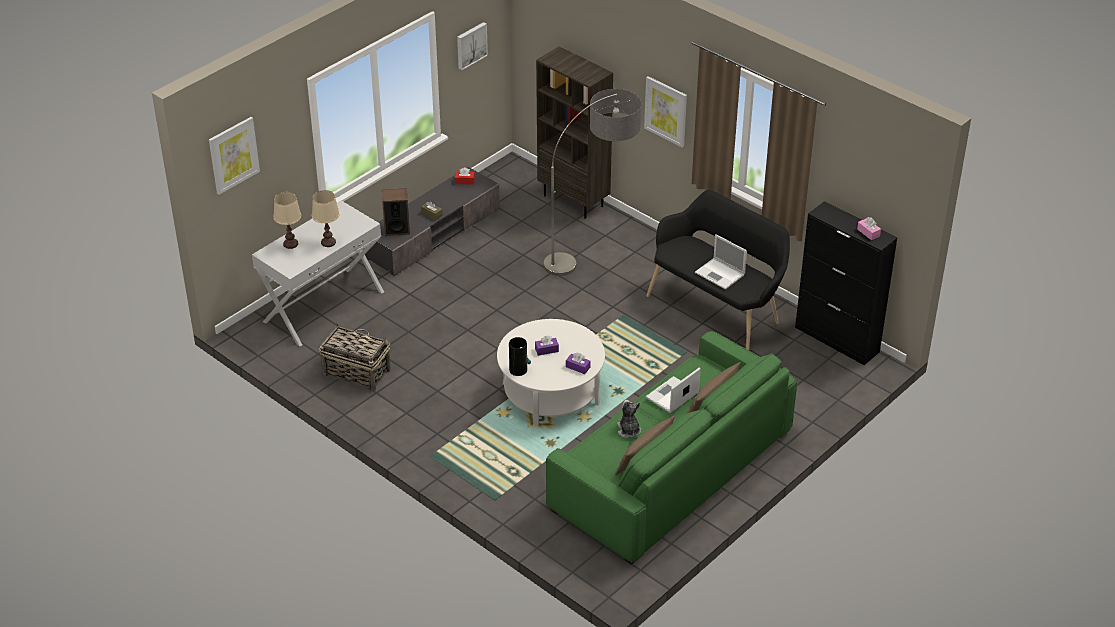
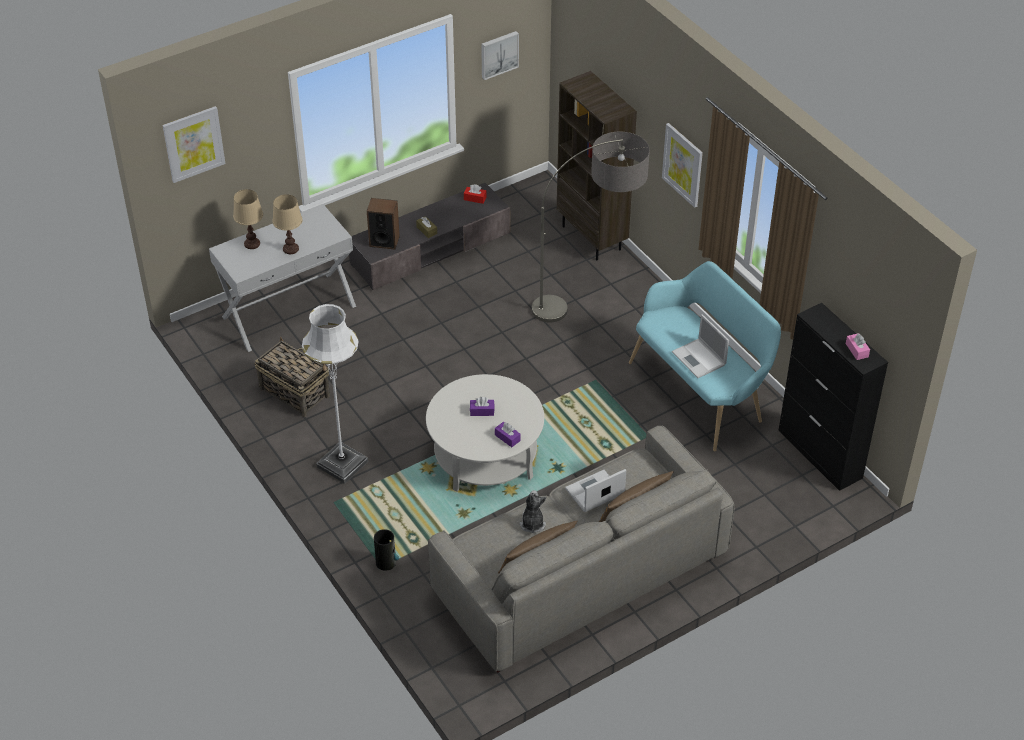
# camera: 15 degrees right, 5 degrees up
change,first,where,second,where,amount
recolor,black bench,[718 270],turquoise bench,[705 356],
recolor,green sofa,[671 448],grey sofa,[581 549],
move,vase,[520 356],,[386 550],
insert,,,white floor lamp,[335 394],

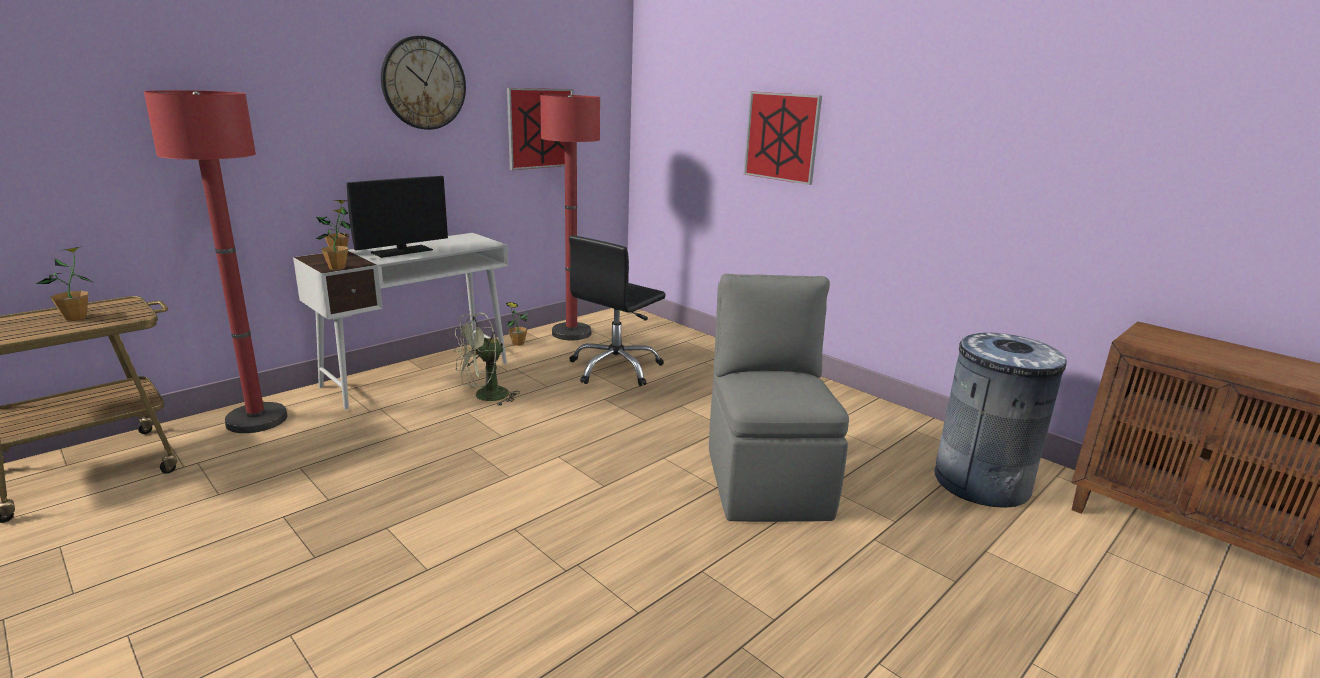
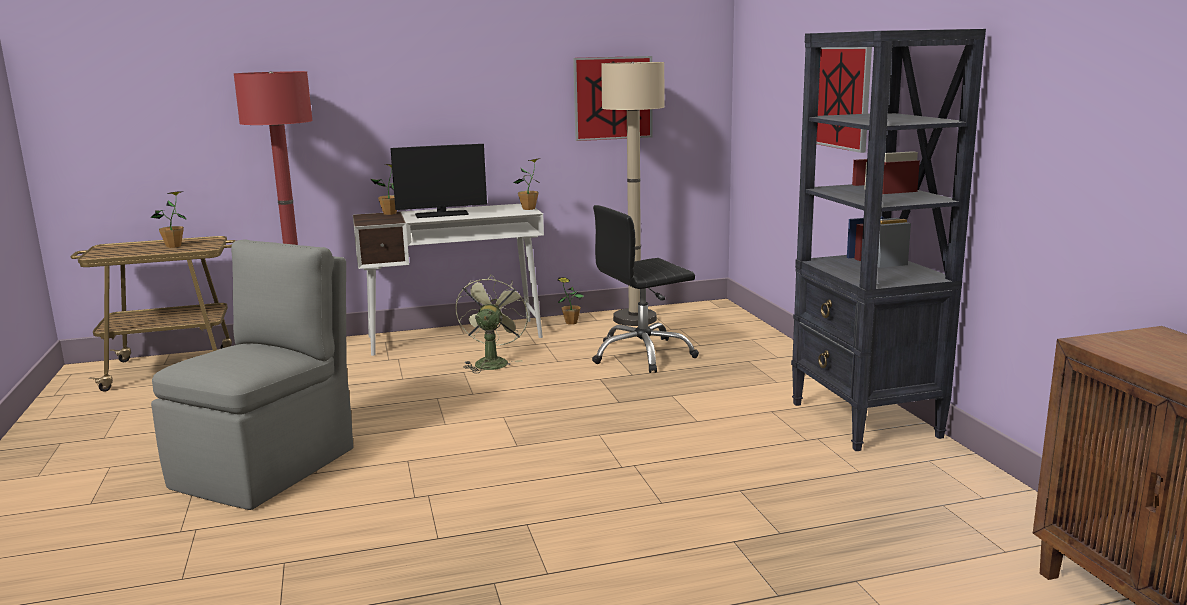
# camera: 30 degrees right, 5 degrees down
change,first,where,second,where,amount
delete,wall clock,[423 83],,,
recolor,red floor lamp,[570 217],beige floor lamp,[633 194],
move,potted plant,[333 239],,[527 184],
move,grey chair,[779 398],,[252 375],
rotate,green fan,[486 359],,[492 323],105 degrees clockwise
delete,grey trash can,[1000 420],,,
insert,,,black bookcase,[888 240],

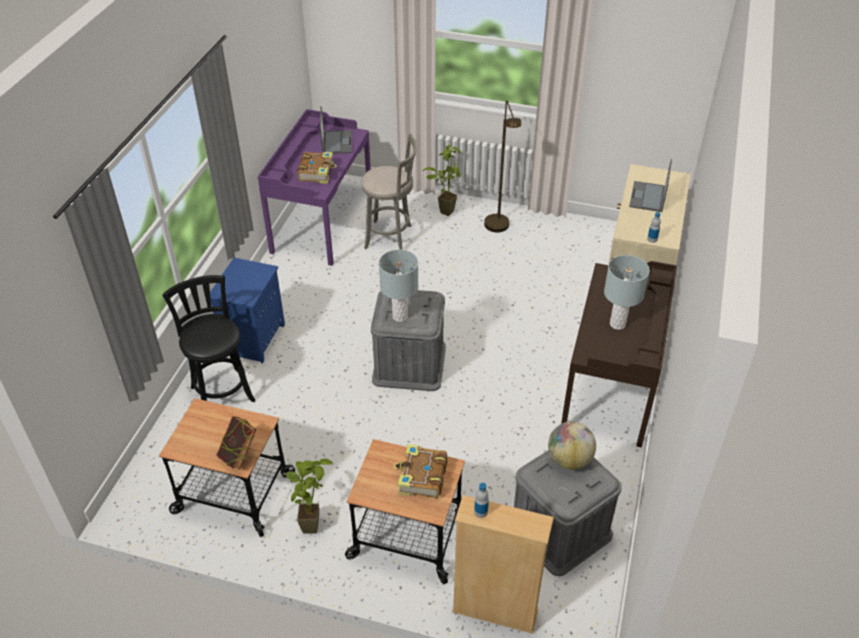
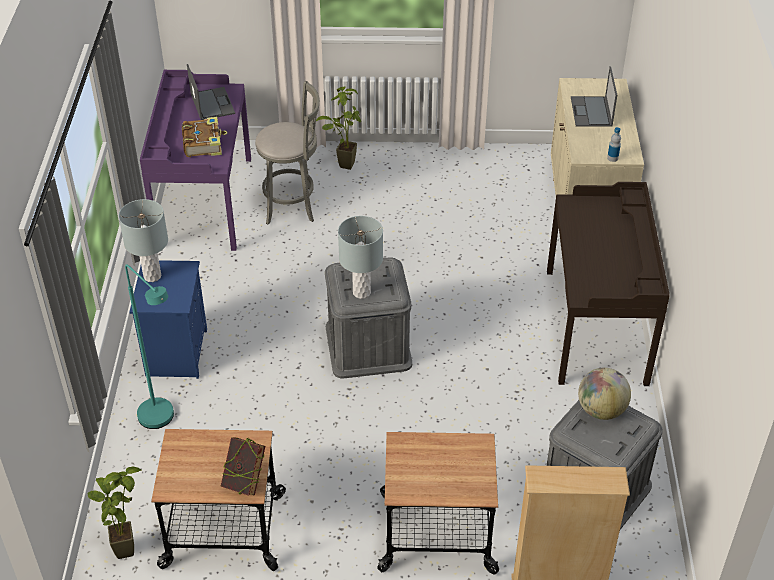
# camera: 15 degrees left, 0 degrees up
change,first,where,second,where,amount
delete,brown floor lamp,[502 166],,,
move,grey table lamp,[627 292],,[143 240],
replace,black stool,[209 338],turquoise floor lamp,[149 346],
delete,book,[421 471],,,
move,potted plant,[310 496],,[114 513],
delete,bottle,[481 500],,,

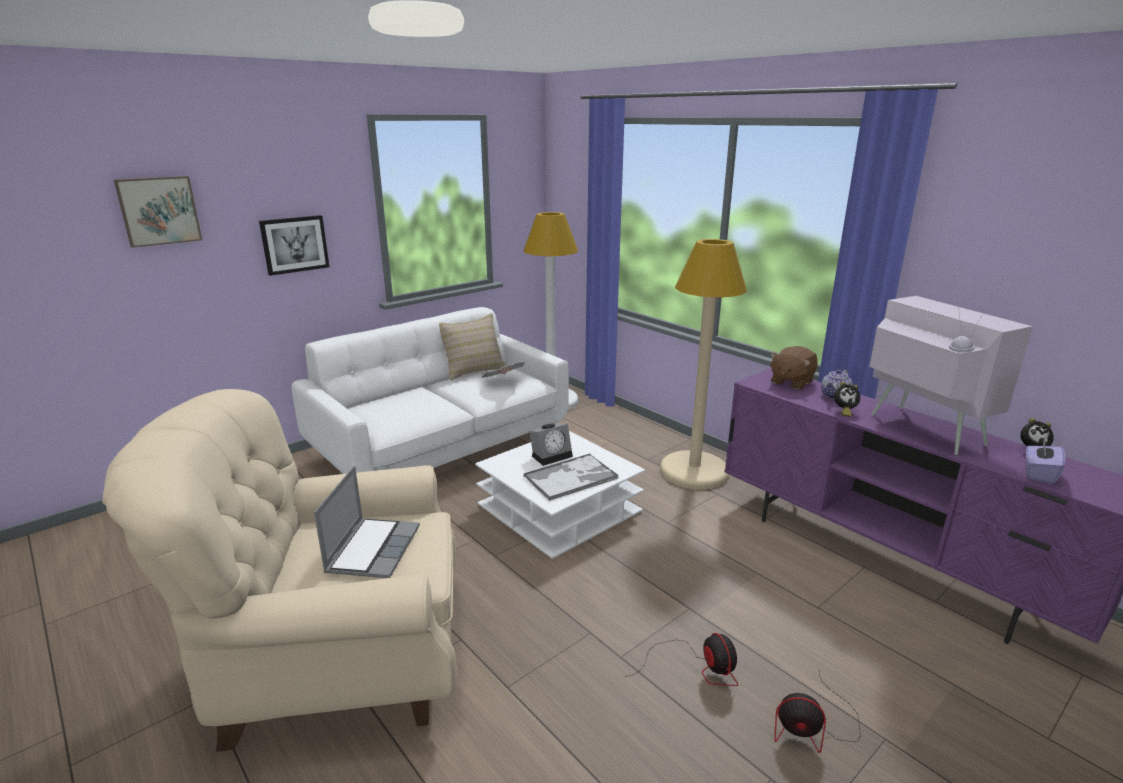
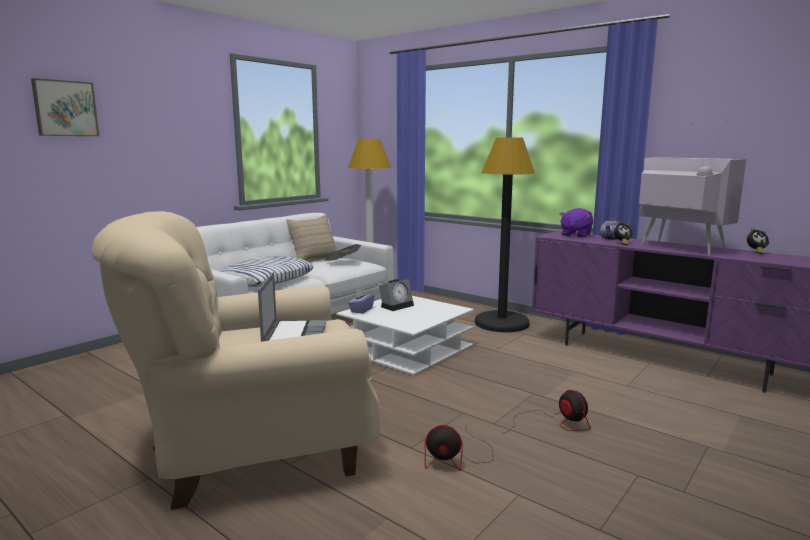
# camera: 10 degrees left, 10 degrees down
change,first,where,second,where,amount
delete,picture,[294 245],,,
recolor,beige floor lamp,[703 364],black floor lamp,[505 234],
recolor,brown plush toy,[794 368],purple plush toy,[576 223],
move,purple tissue box,[1045 461],,[361 301],
delete,tray,[571 477],,,
move,fan,[817 712],,[459 448],
insert,,,pillow,[267 271],

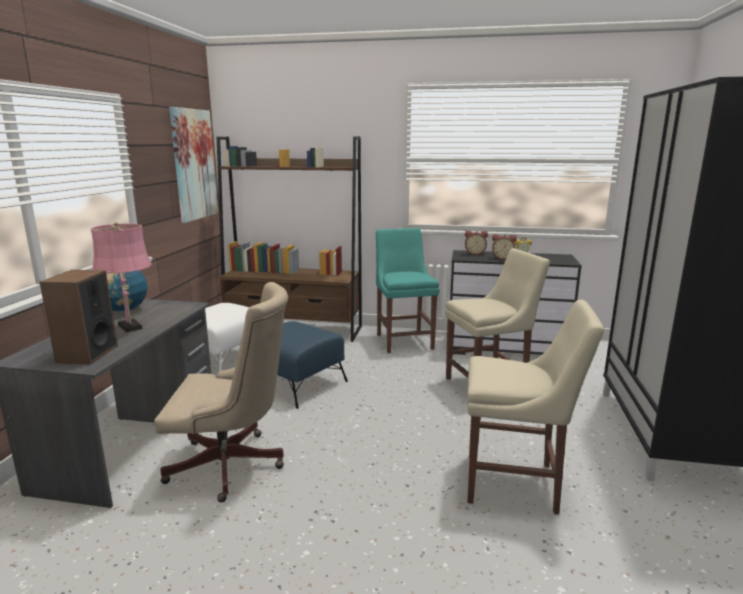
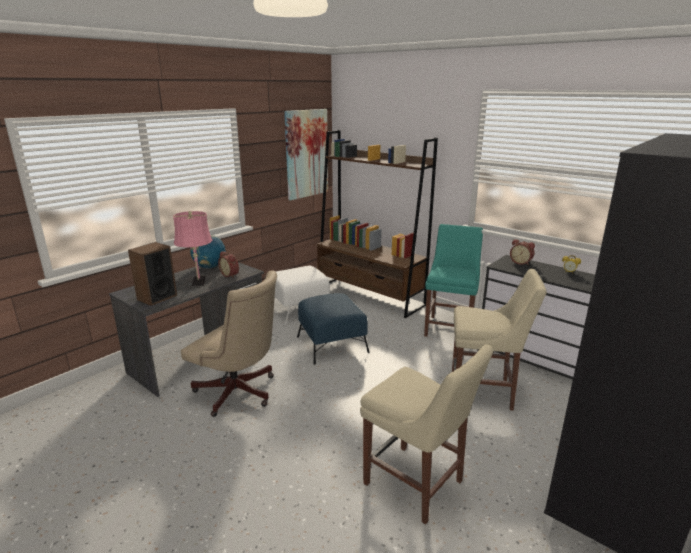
# camera: 30 degrees right, 5 degrees up
change,first,where,second,where,amount
move,alarm clock,[504 247],,[228 264],

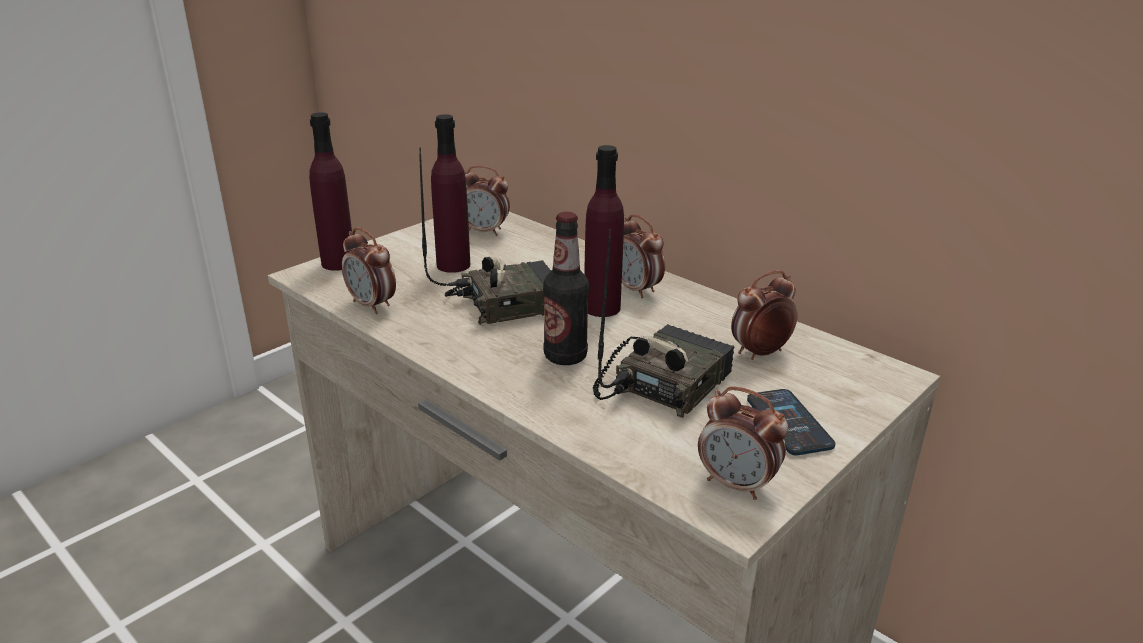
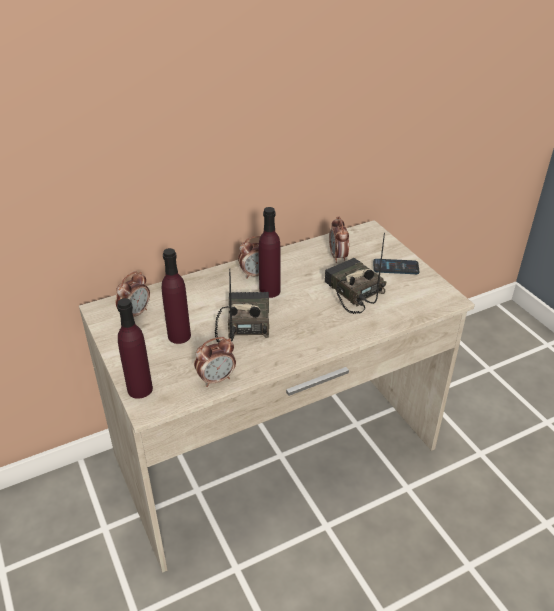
# camera: 70 degrees left, 10 degrees up
change,first,where,second,where,amount
delete,bottle,[566 288],,,
delete,alarm clock,[743 443],,,

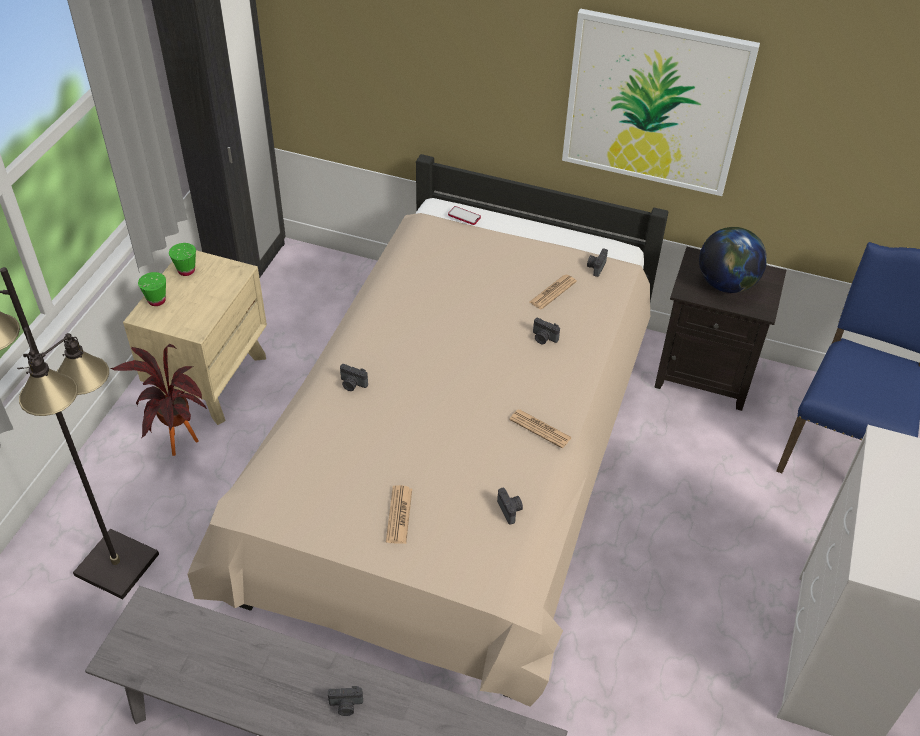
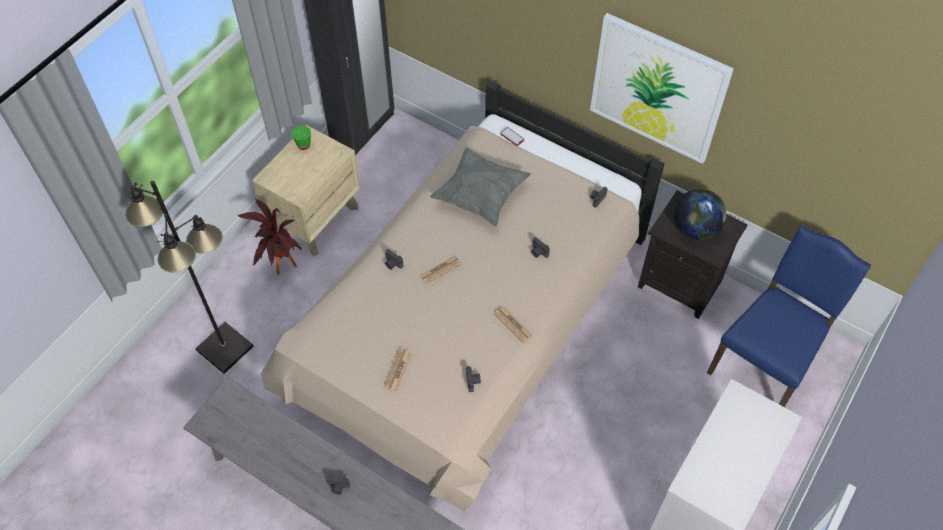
# camera: 15 degrees right, 10 degrees up
change,first,where,second,where,amount
delete,green cup,[152 289],,,
move,newspaper,[553 292],,[440 270],
insert,,,grey pillow,[480 186],

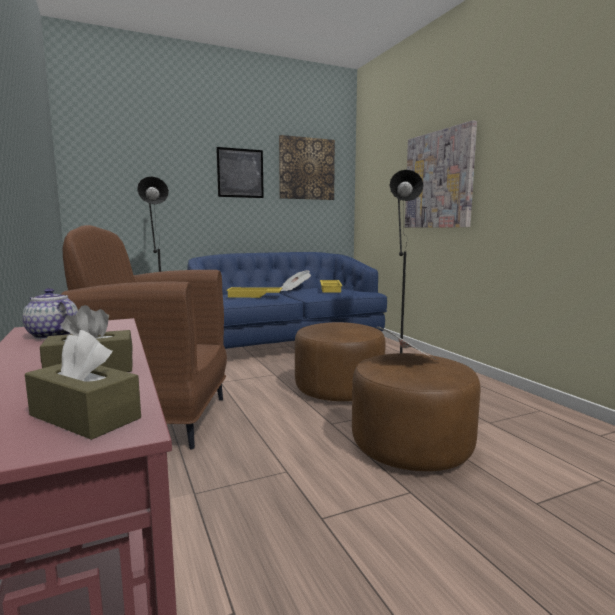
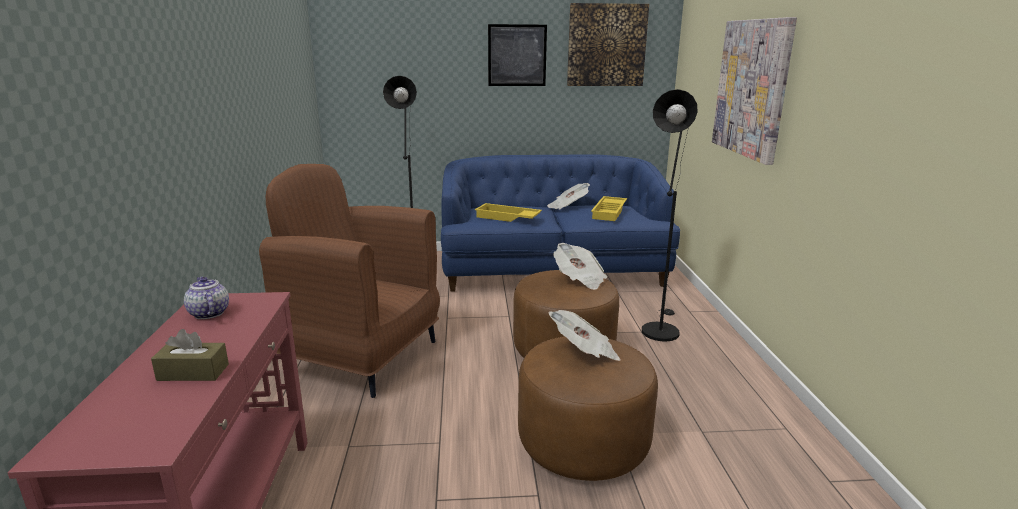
# camera: 20 degrees right, 10 degrees up
change,first,where,second,where,amount
delete,brown tissue box,[83 385],,,
insert,,,newspaper,[580 266],

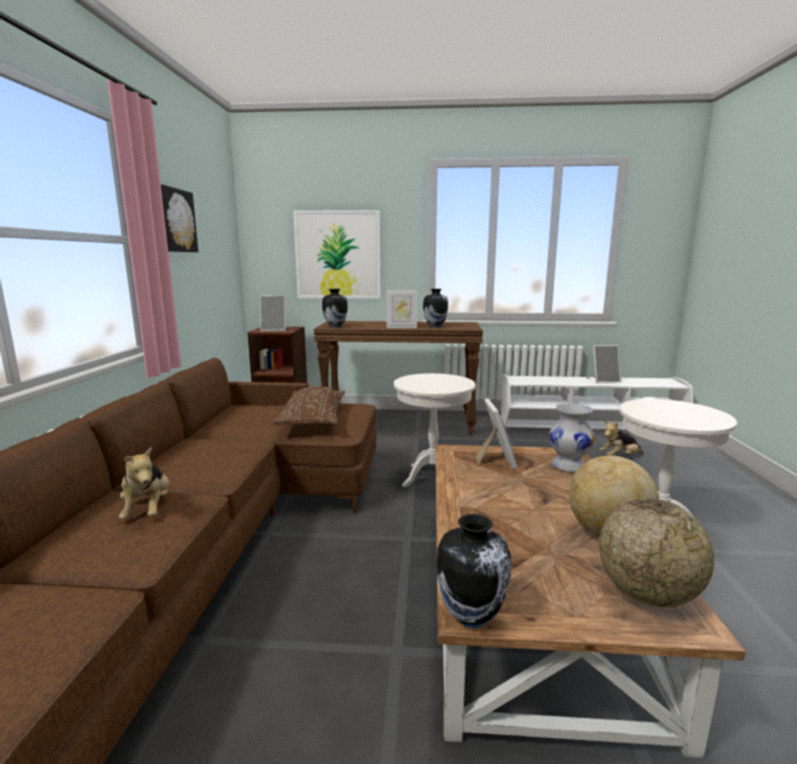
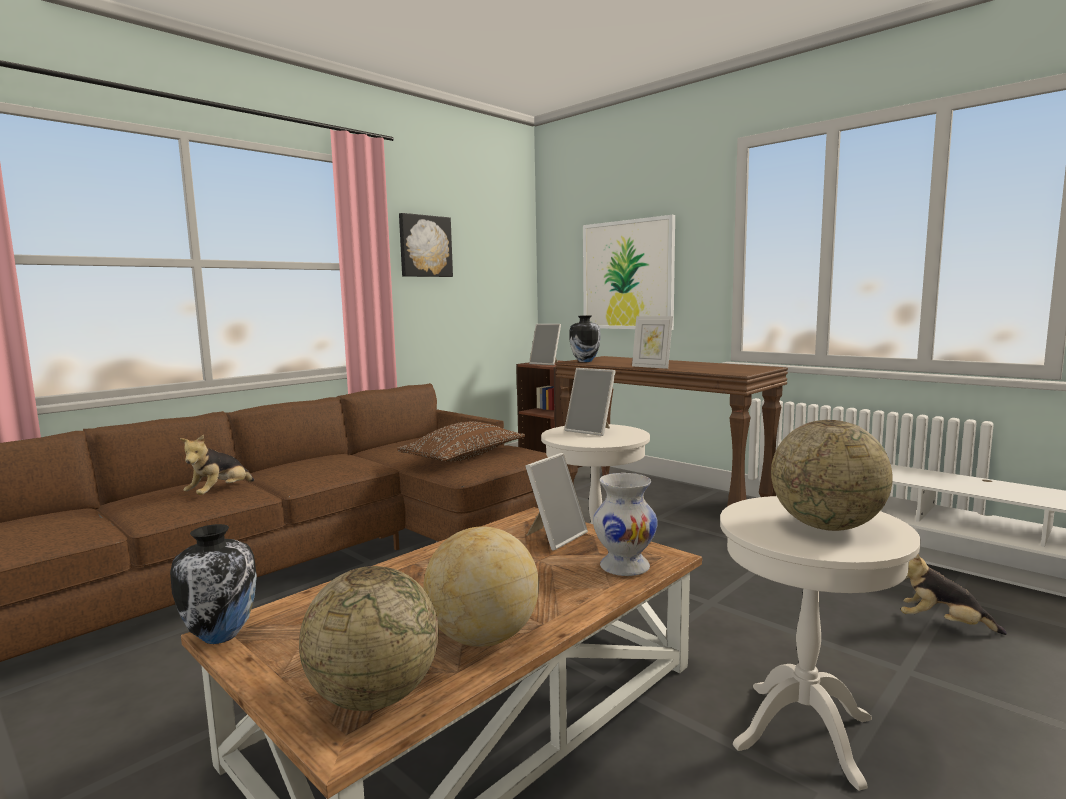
# camera: 40 degrees right, 5 degrees down
change,first,where,second,where,amount
delete,vase,[435 308],,,
move,picture frame,[607 364],,[590 402],
insert,,,globe,[832 475],

